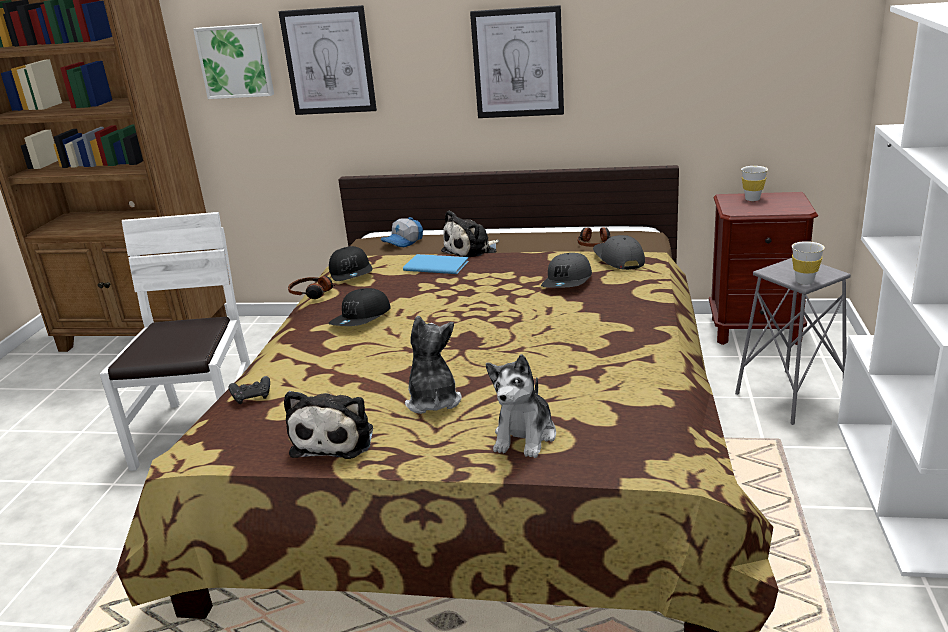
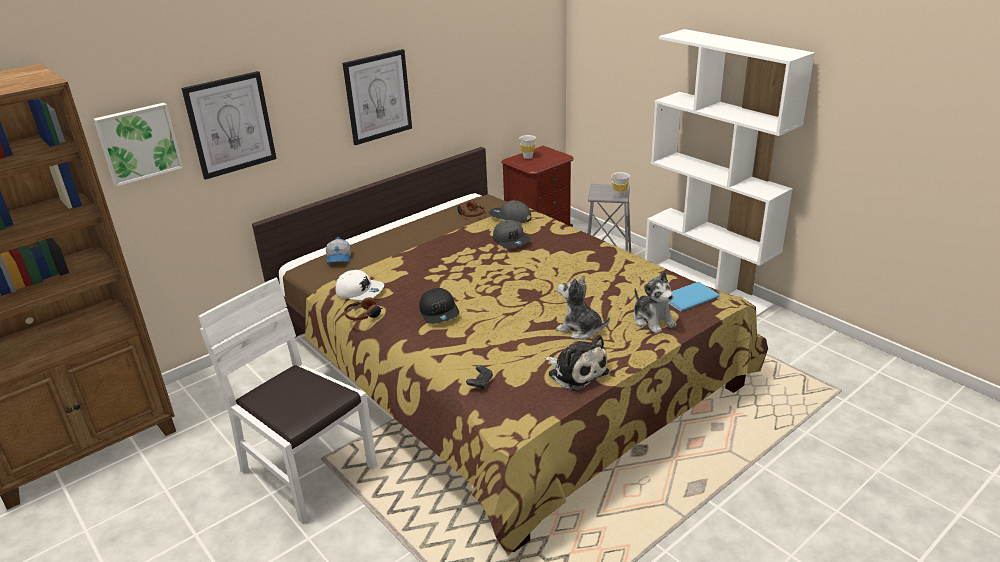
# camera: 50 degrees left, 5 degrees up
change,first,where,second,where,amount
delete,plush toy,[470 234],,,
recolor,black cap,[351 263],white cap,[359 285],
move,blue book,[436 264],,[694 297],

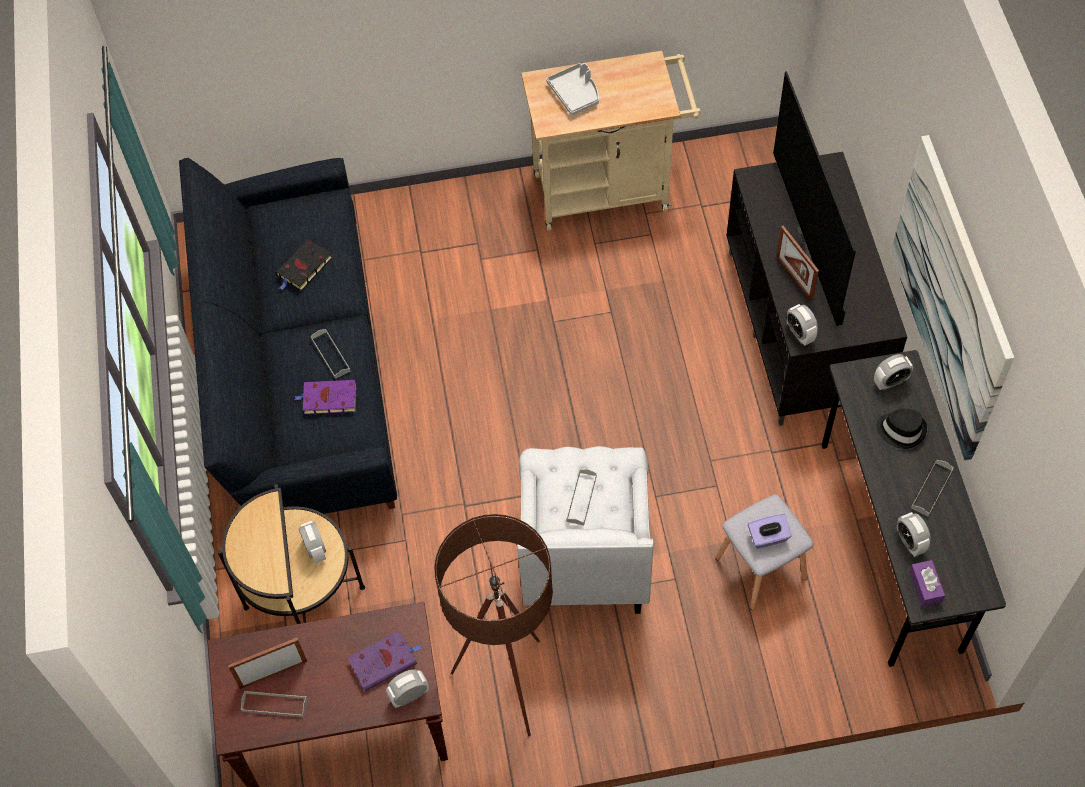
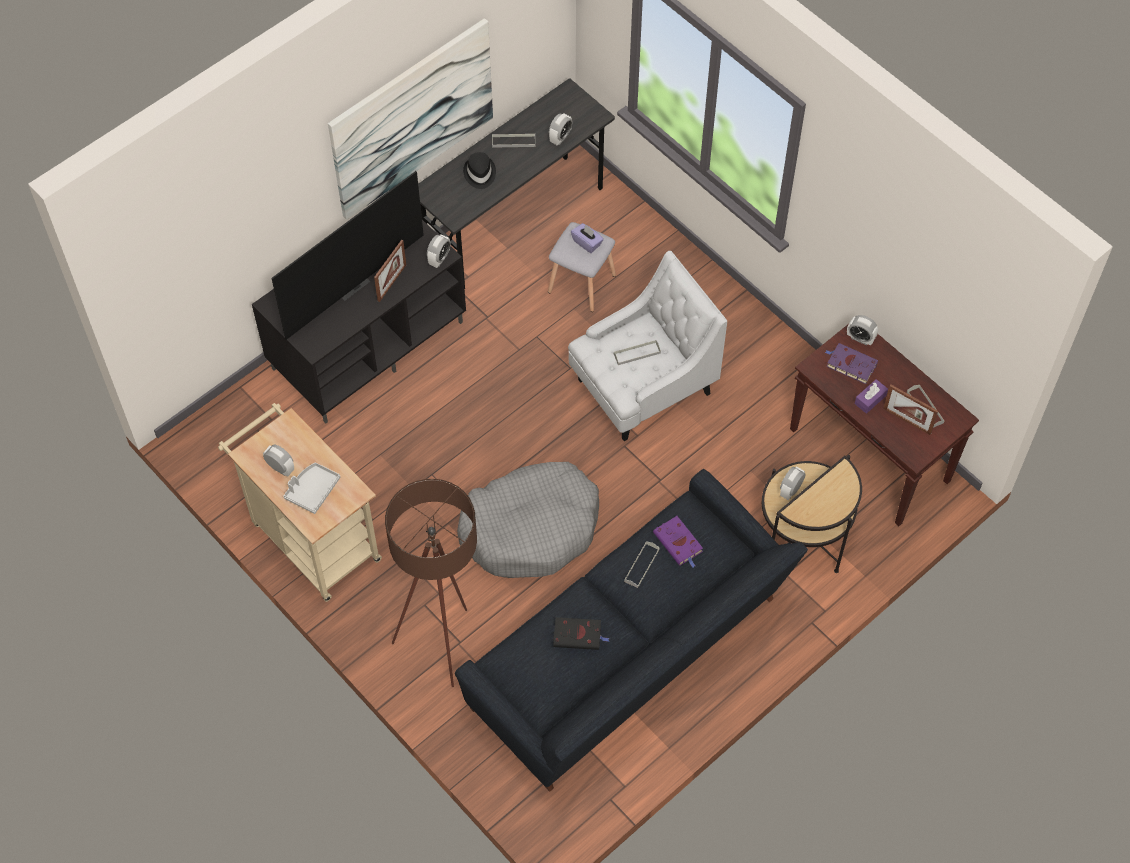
# camera: 125 degrees left, 0 degrees up
change,first,where,second,where,amount
move,alarm clock,[893 372],,[278 460],
move,brown floor lamp,[493 625],,[431 583],
move,purple tissue box,[927 583],,[871 396],
insert,,,grey dog bed,[528 520],

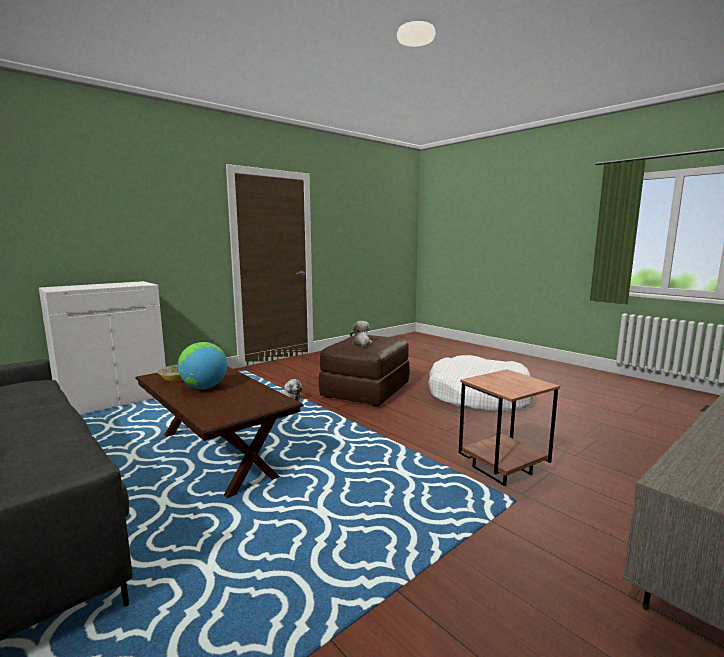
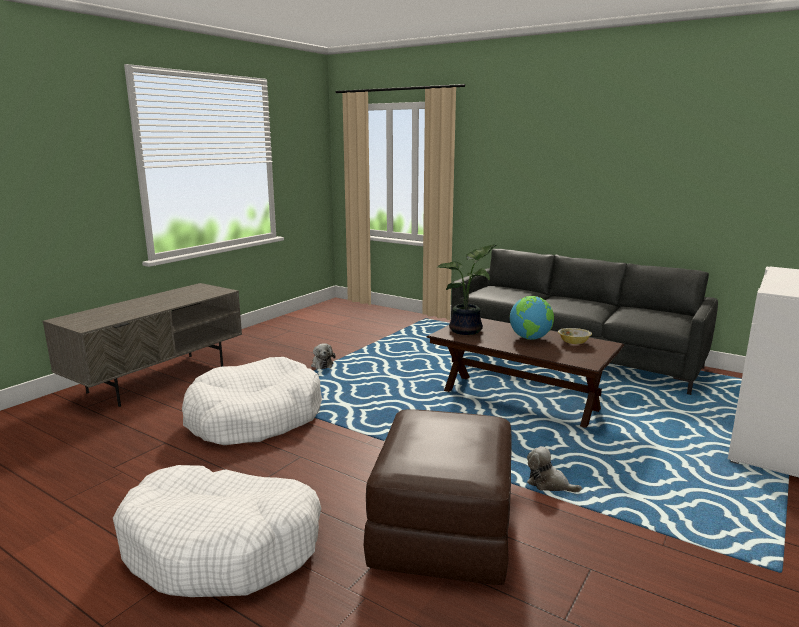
# camera: 165 degrees right, 5 degrees up
change,first,where,second,where,amount
move,plush toy,[361 334],,[323 356],
replace,brown side table,[509 427],white dog bed,[252 401],
insert,,,potted plant,[466 289],

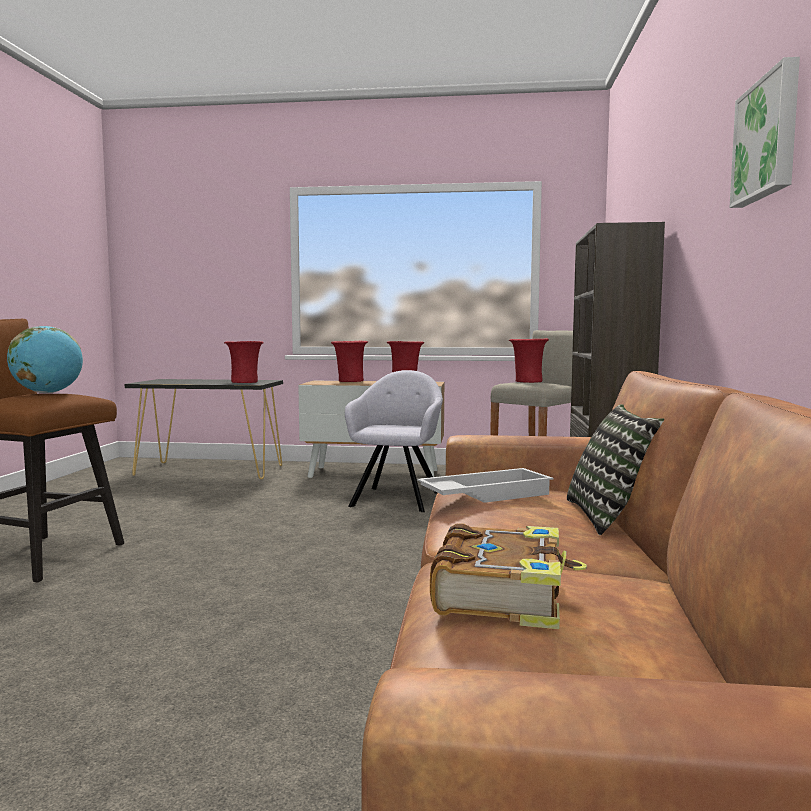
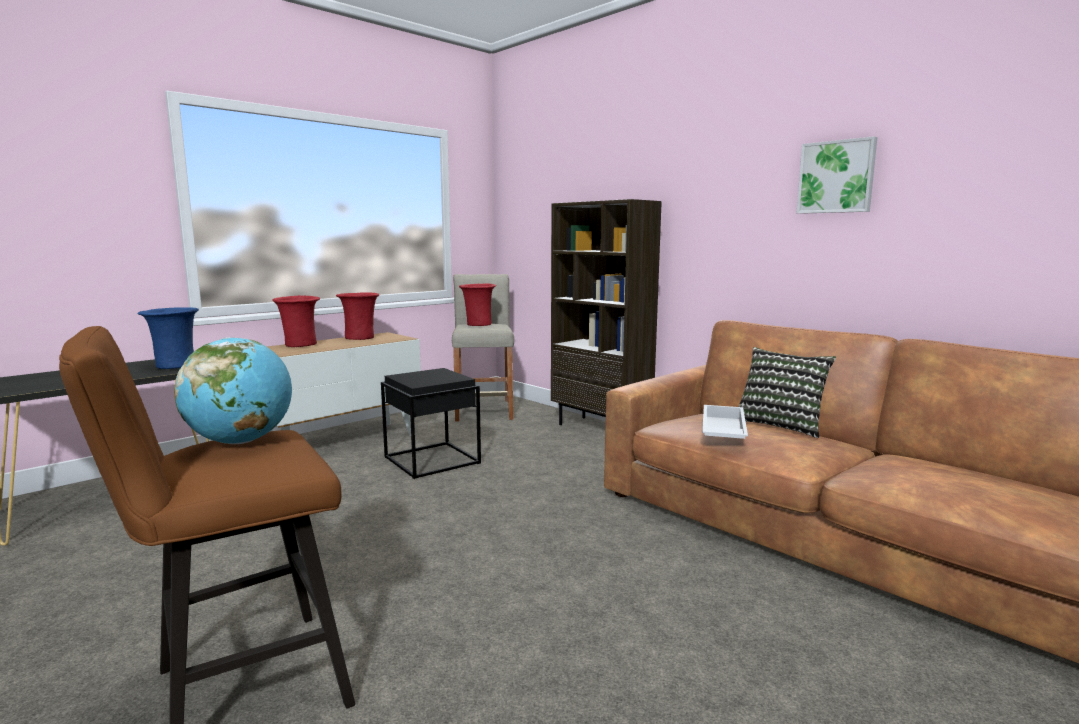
# camera: 50 degrees left, 5 degrees up
change,first,where,second,where,amount
recolor,red vase,[244 362],blue vase,[168 338],
replace,grey armchair,[394 441],black side table,[431 423],
delete,book,[508 576],,,

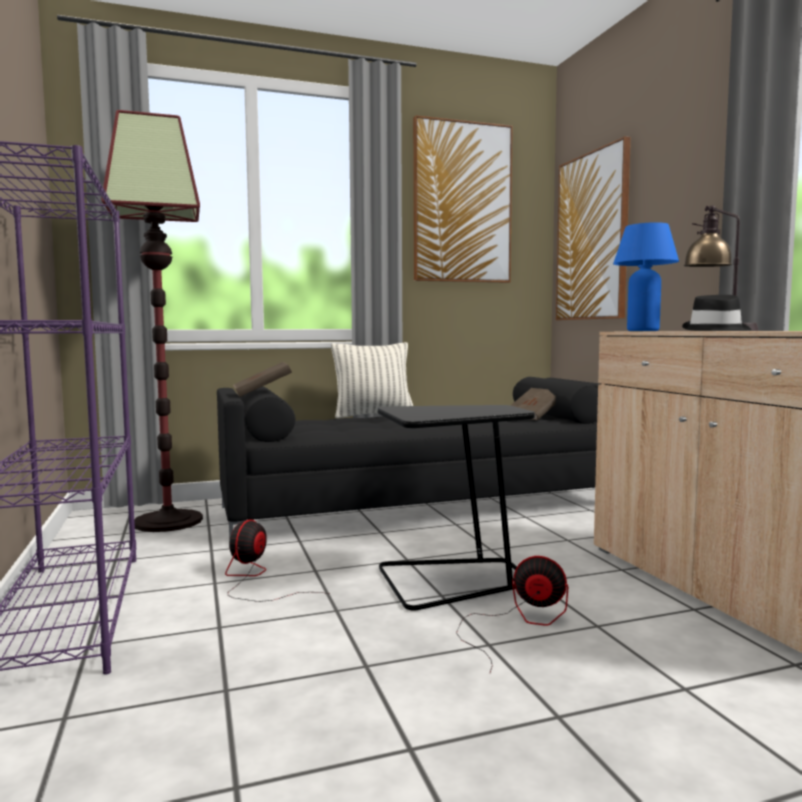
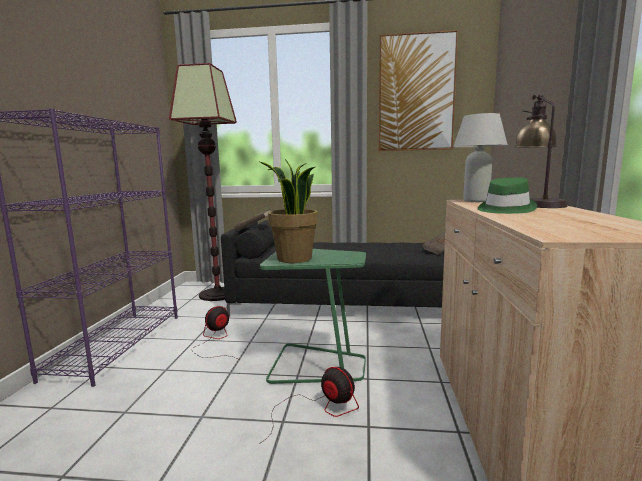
# camera: 25 degrees right, 5 degrees up
change,first,where,second,where,amount
delete,picture,[593 228],,,
recolor,blue table lamp,[646 276],white table lamp,[480 157],
recolor,black hat,[716 313],green hat,[507 195],
delete,pillow,[372 380],,,
recolor,black side table,[456 508],green side table,[313 316],
insert,,,potted plant,[289 211],

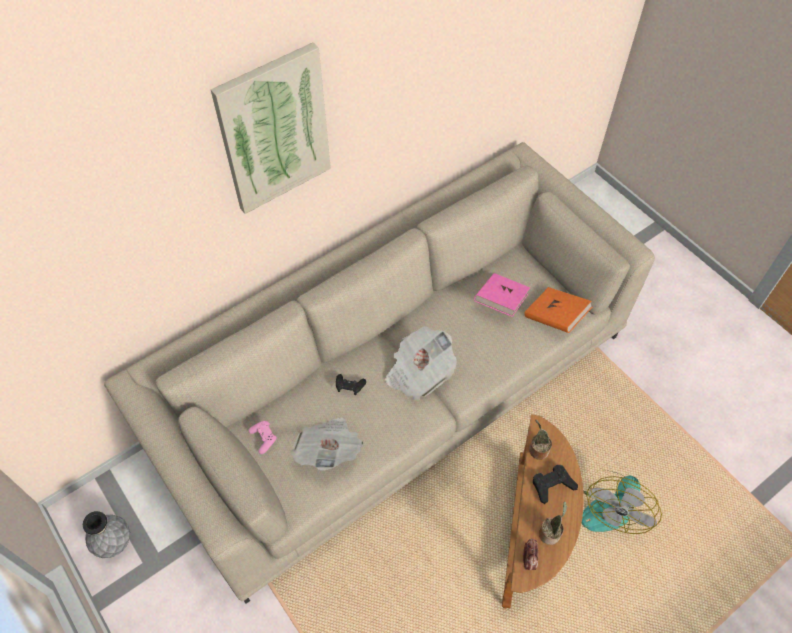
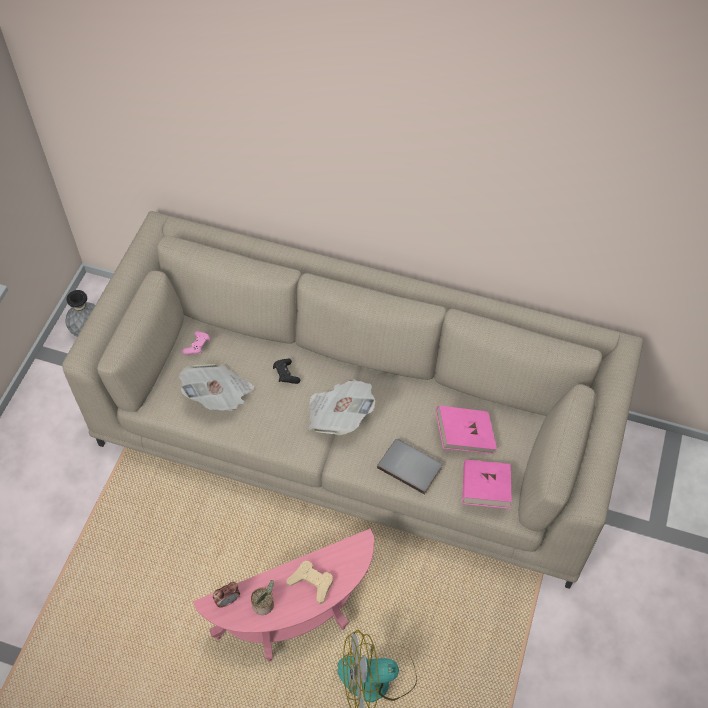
# camera: 55 degrees right, 0 degrees up
change,first,where,second,where,amount
delete,picture,[271 128],,,
recolor,orange book,[558 310],pink book,[487 484],
recolor,brown side table,[543 511],pink side table,[283 595],
delete,potted plant,[540 440],,,
recolor,black game controller,[555 484],beige game controller,[310 582],
insert,,,grey book,[409 467],

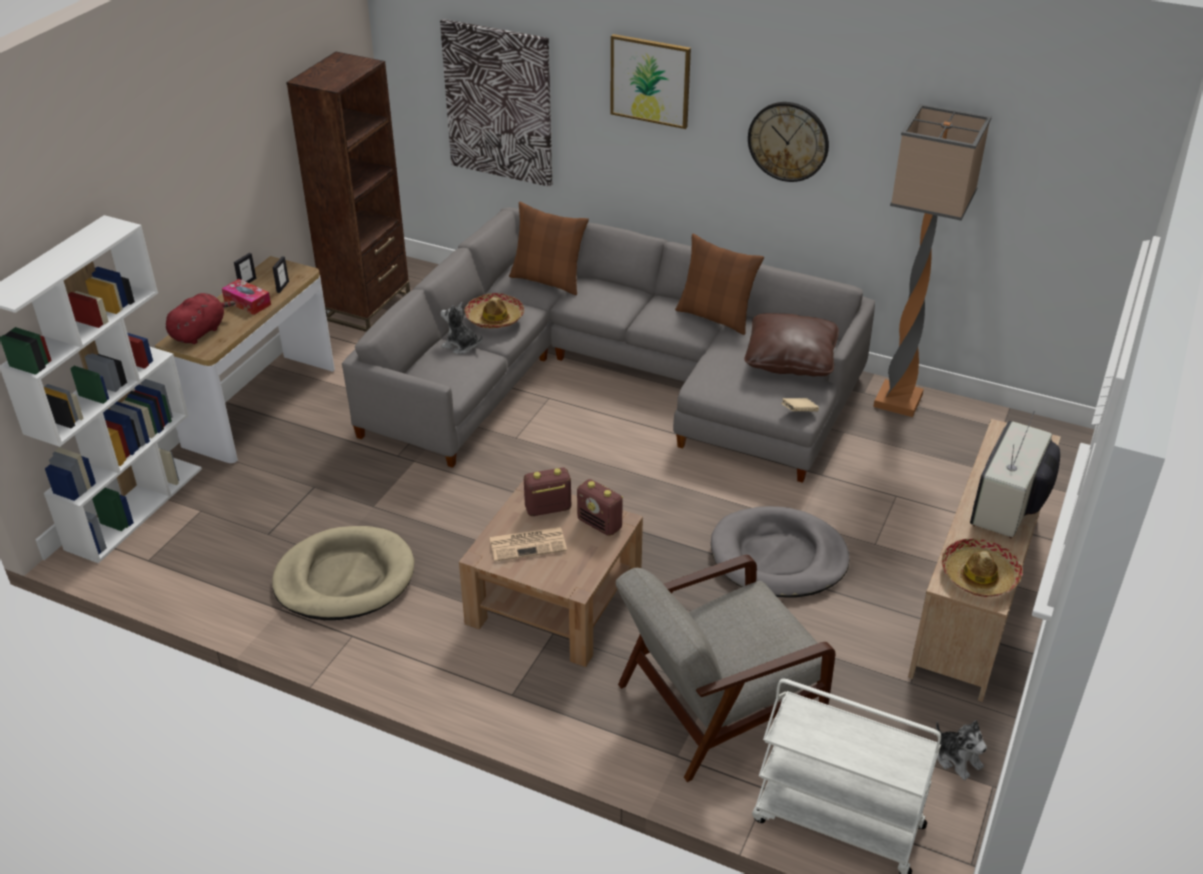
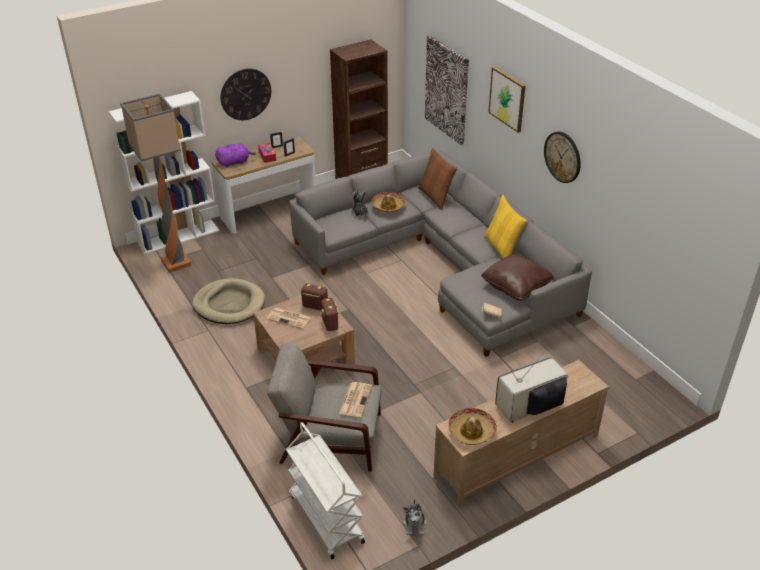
# camera: 35 degrees right, 0 degrees up
change,first,where,second,where,amount
move,floor lamp,[932 260],,[155 183],
recolor,brown pillow,[719 284],yellow pillow,[505 226],
recolor,red plush toy,[200 318],purple plush toy,[235 155],
delete,grey dog bed,[780 551],,,
insert,,,wall clock,[245 94],
insert,,,newspaper,[355 399],

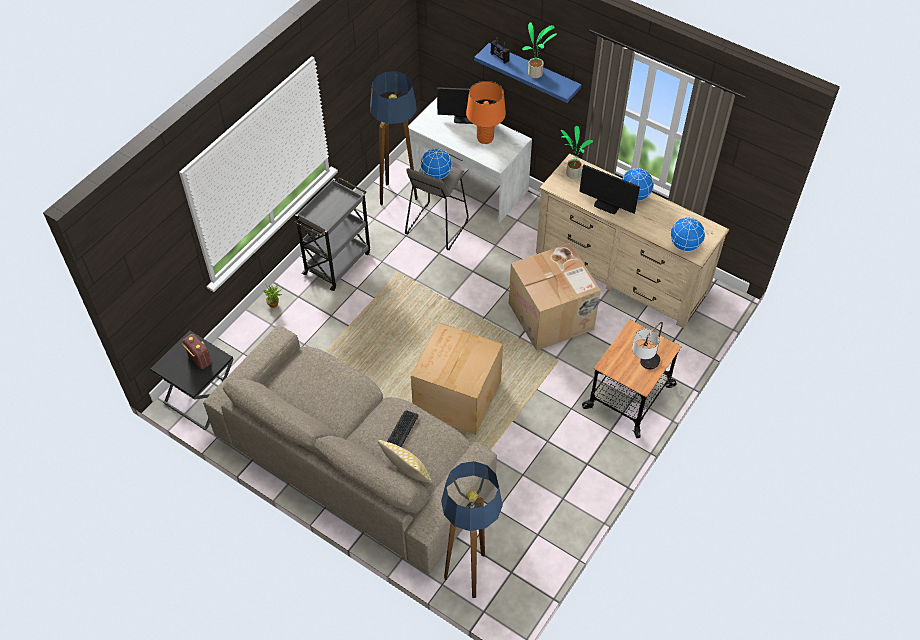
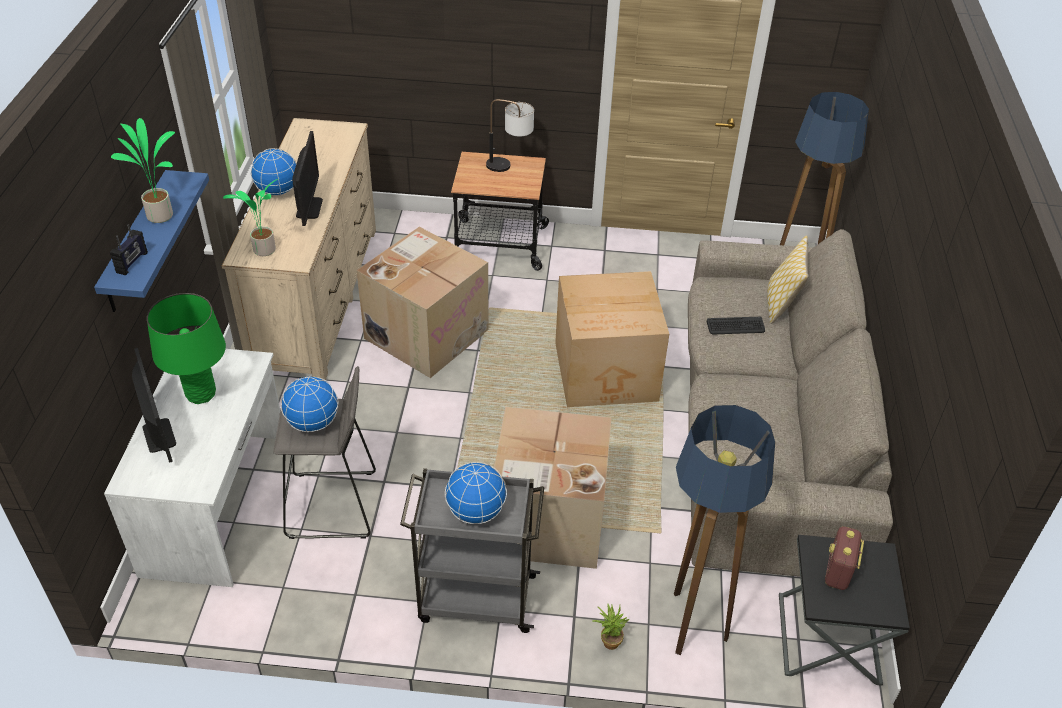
# camera: 120 degrees left, 10 degrees down
change,first,where,second,where,amount
move,floor lamp,[393 138],,[724 530],
recolor,orange table lamp,[486 112],green table lamp,[186 348],
move,globe,[687 234],,[476 493],
insert,,,cardboard box,[553 488],

